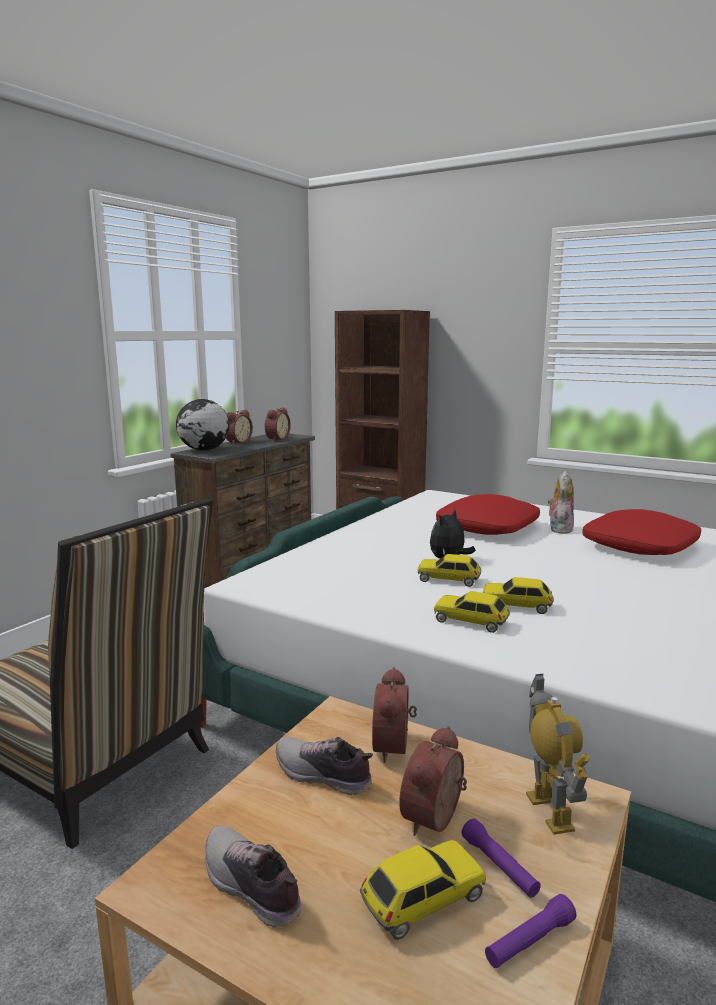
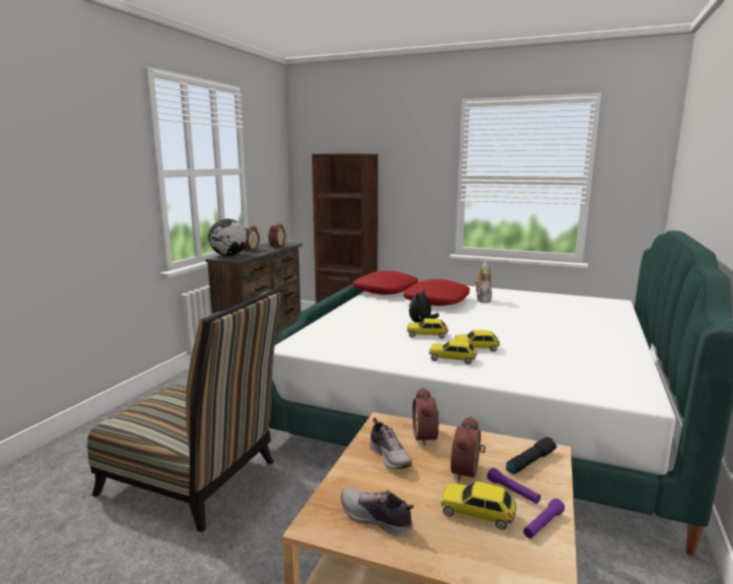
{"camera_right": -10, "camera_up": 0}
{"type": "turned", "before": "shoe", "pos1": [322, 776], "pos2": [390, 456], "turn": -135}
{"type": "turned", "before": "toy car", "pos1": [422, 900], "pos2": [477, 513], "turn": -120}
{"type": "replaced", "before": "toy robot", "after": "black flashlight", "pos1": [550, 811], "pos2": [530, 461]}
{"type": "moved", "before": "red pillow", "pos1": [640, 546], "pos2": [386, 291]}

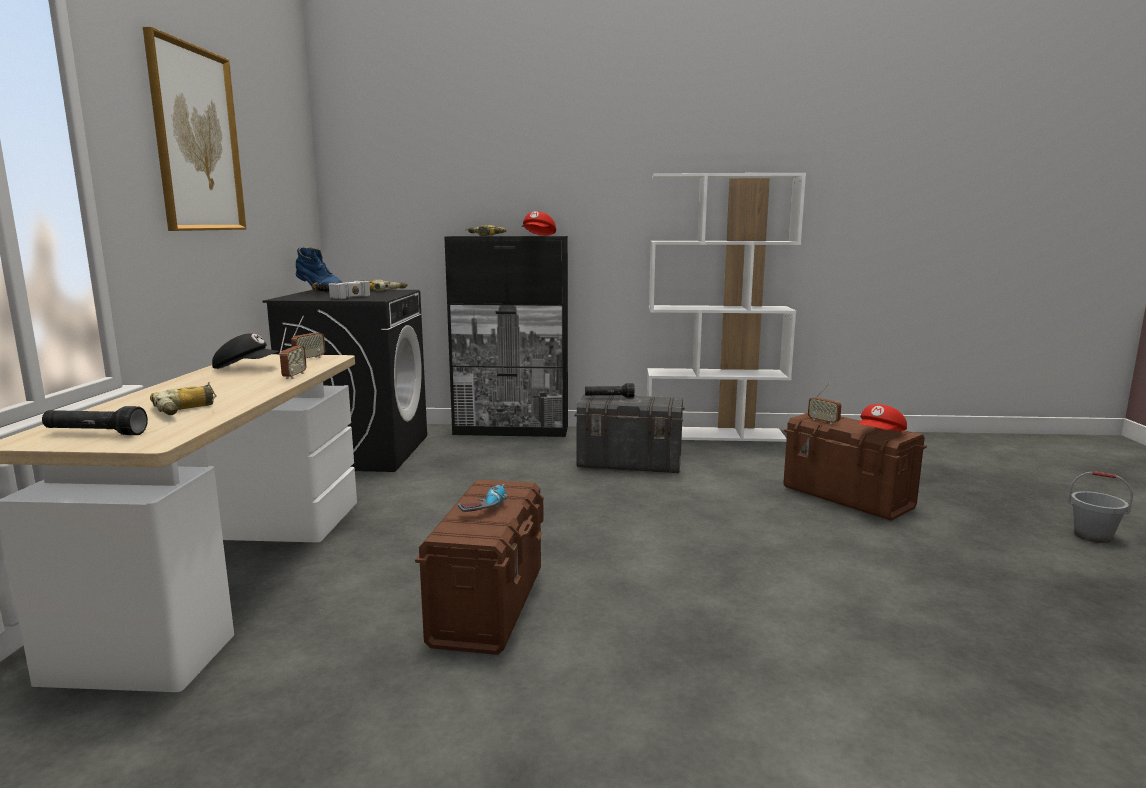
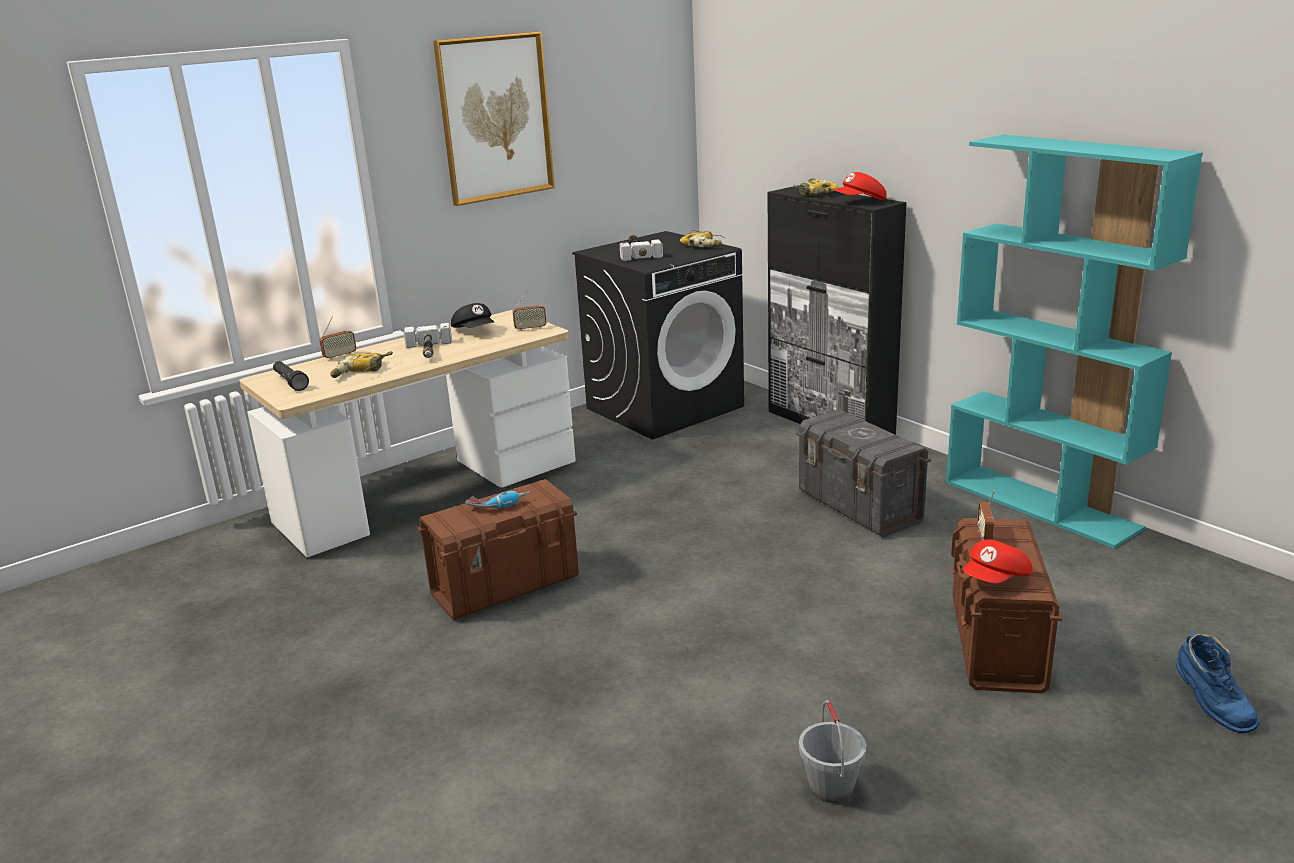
{"camera_right": 50, "camera_up": 10}
{"type": "moved", "before": "radio", "pos1": [294, 376], "pos2": [340, 356]}
{"type": "moved", "before": "blue boot", "pos1": [319, 291], "pos2": [1209, 708]}
{"type": "removed", "before": "black flashlight", "pos1": [609, 397]}
{"type": "recoloured", "before": "white bookcase", "after": "turquoise bookcase", "pos1": [714, 434], "pos2": [1041, 505]}
{"type": "turned", "before": "red cap", "pos1": [881, 434], "pos2": [996, 579], "turn": -45}
{"type": "moved", "before": "grey bucket", "pos1": [1093, 536], "pos2": [831, 787]}
{"type": "added", "after": "hammer", "pos2": [429, 351]}

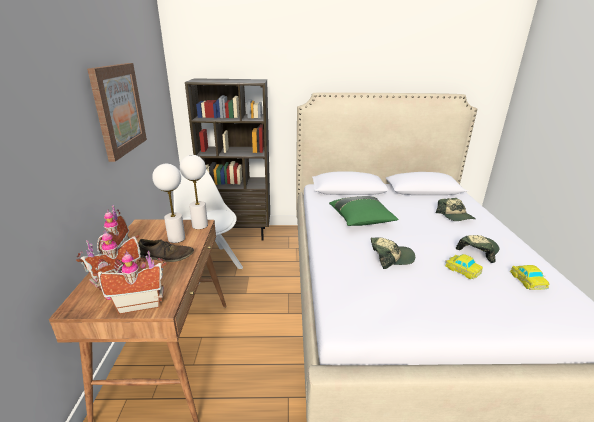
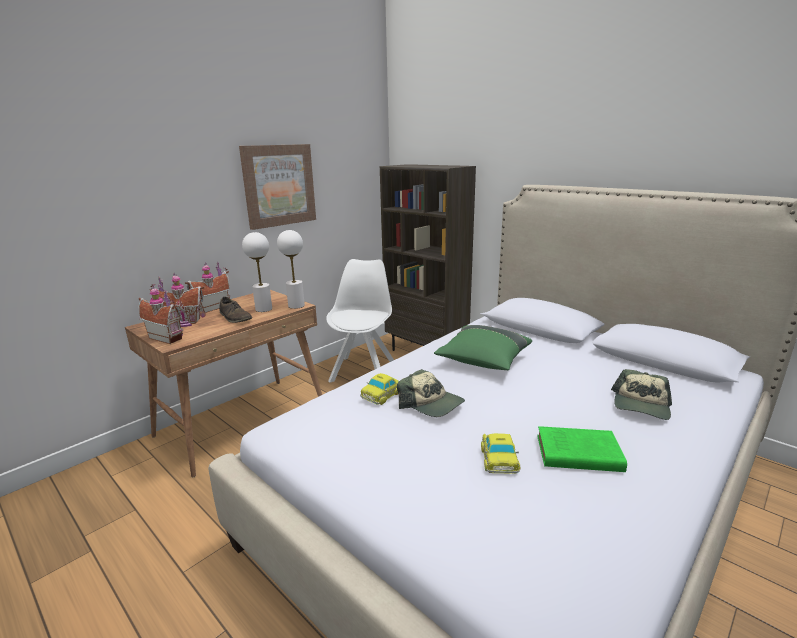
{"camera_right": 45, "camera_up": -5}
{"type": "replaced", "before": "cap", "after": "green book", "pos1": [477, 251], "pos2": [576, 453]}
{"type": "moved", "before": "toy car", "pos1": [527, 280], "pos2": [382, 394]}

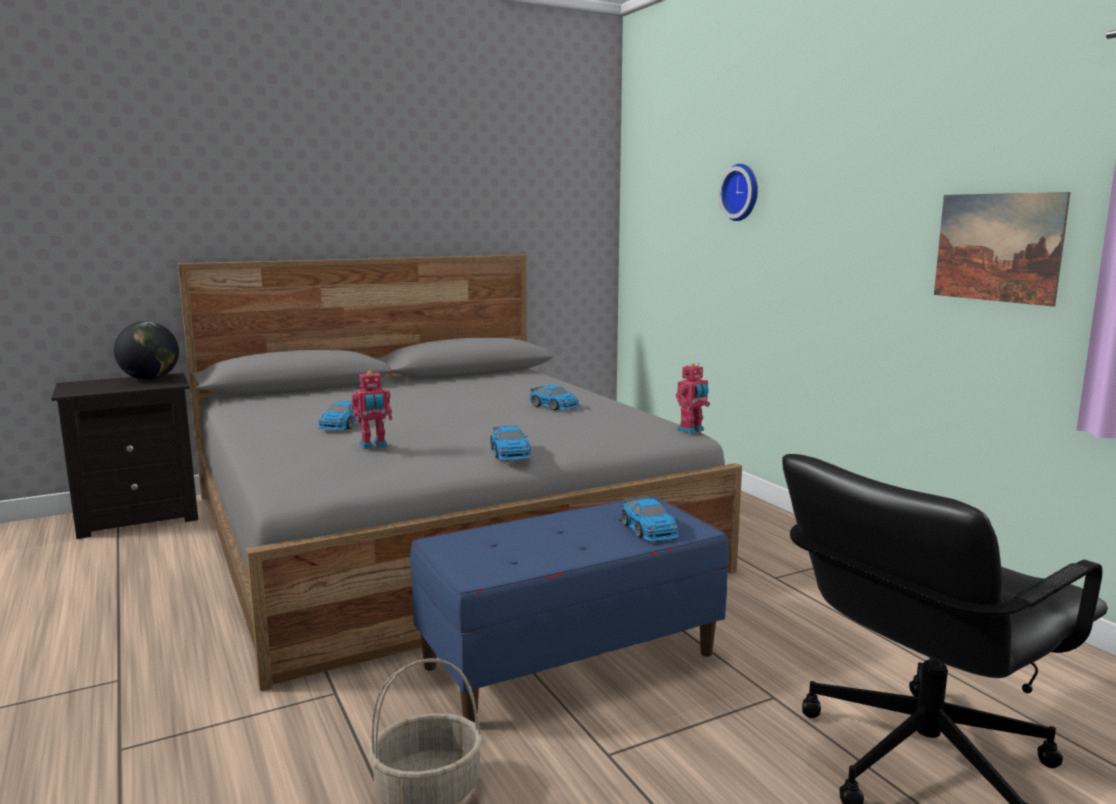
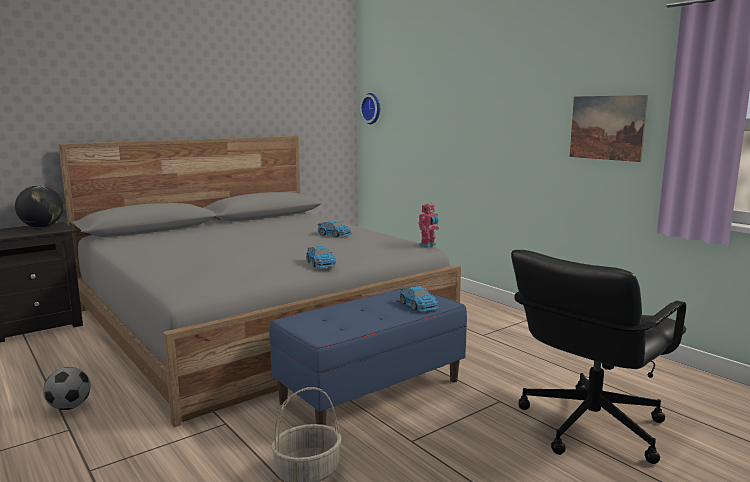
{"camera_right": -10, "camera_up": 0}
{"type": "removed", "before": "toy car", "pos1": [343, 425]}
{"type": "removed", "before": "toy robot", "pos1": [374, 445]}
{"type": "moved", "before": "wall clock", "pos1": [742, 192], "pos2": [372, 108]}
{"type": "added", "after": "football", "pos2": [69, 407]}

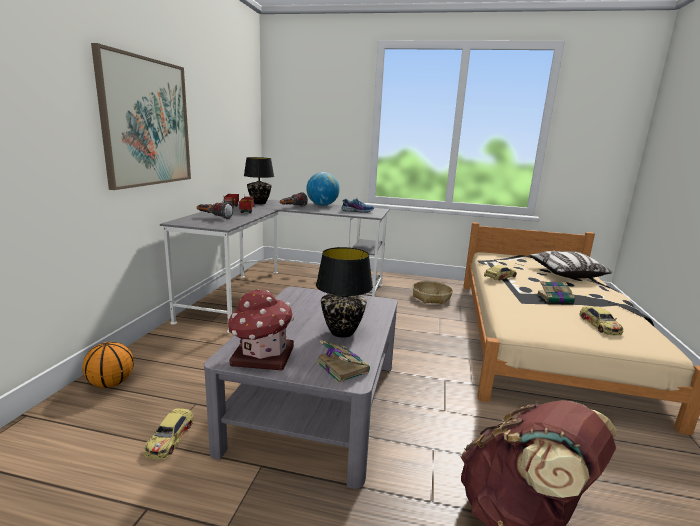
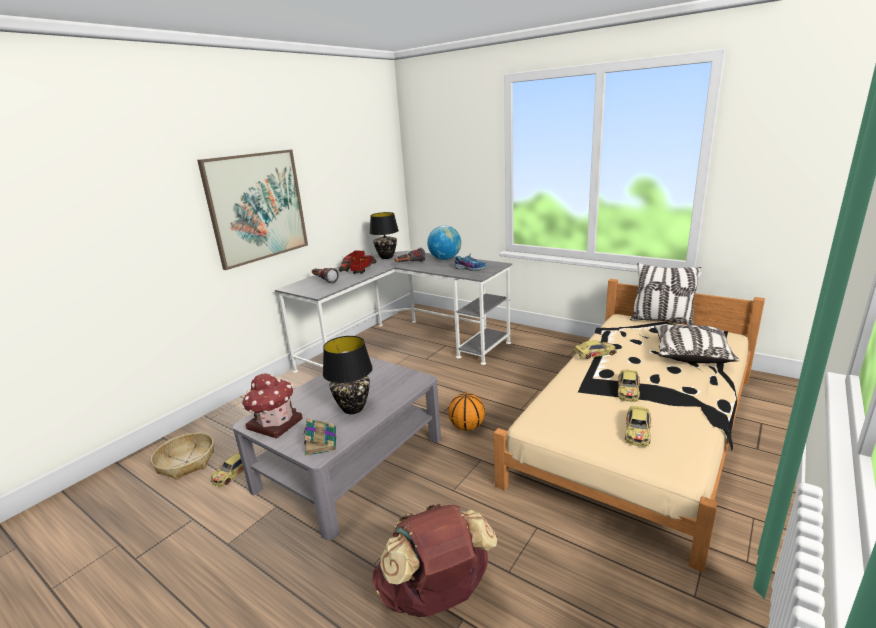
{"camera_right": 25, "camera_up": 5}
{"type": "moved", "before": "basketball", "pos1": [111, 383], "pos2": [467, 426]}
{"type": "moved", "before": "basket", "pos1": [431, 298], "pos2": [186, 462]}
{"type": "replaced", "before": "book", "after": "toy car", "pos1": [555, 298], "pos2": [628, 389]}
{"type": "added", "after": "pillow", "pos2": [661, 320]}

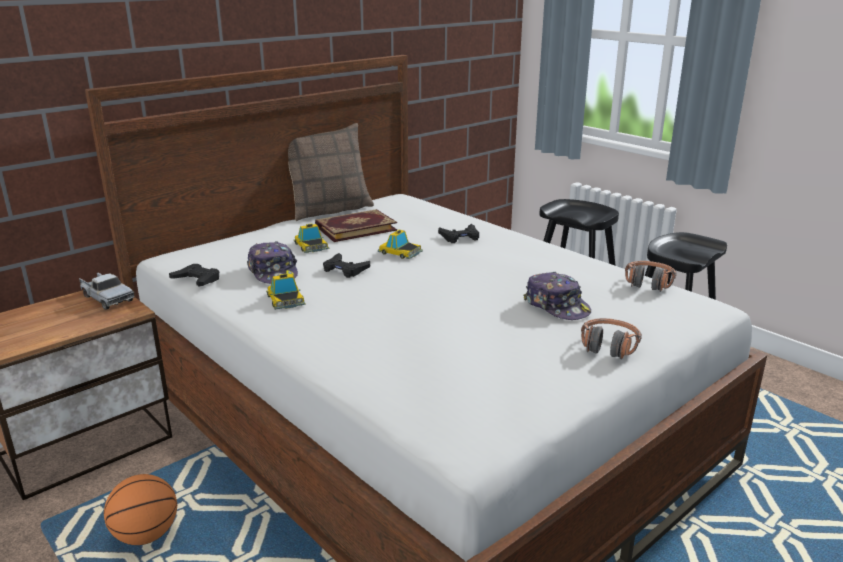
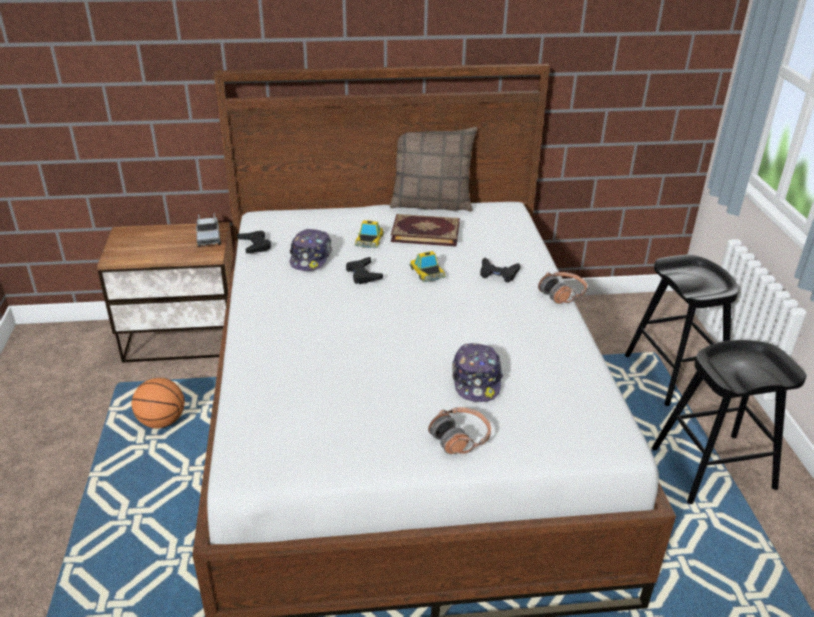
{"camera_right": 35, "camera_up": 10}
{"type": "removed", "before": "toy car", "pos1": [285, 299]}
{"type": "moved", "before": "headphones", "pos1": [648, 283], "pos2": [562, 294]}

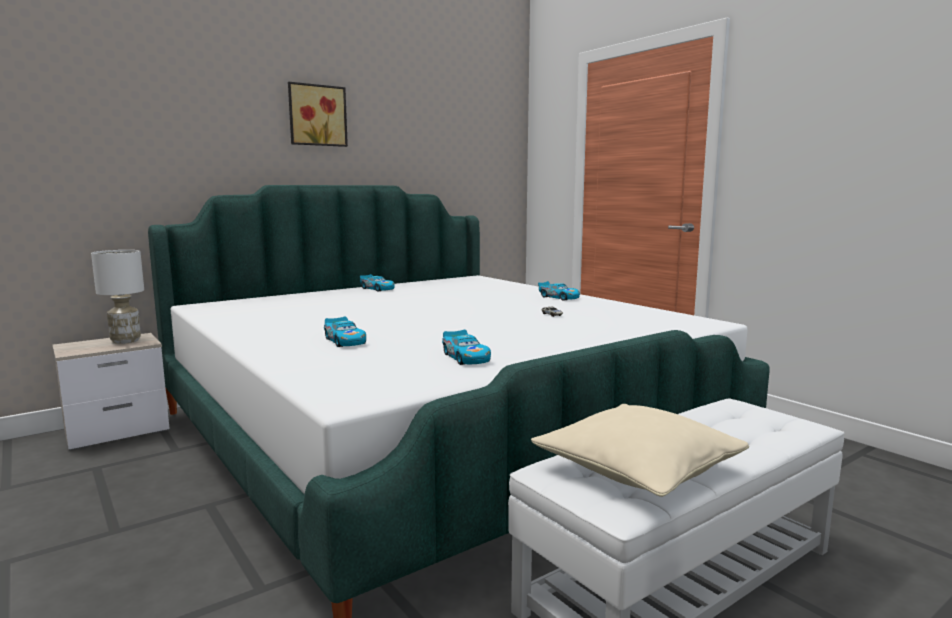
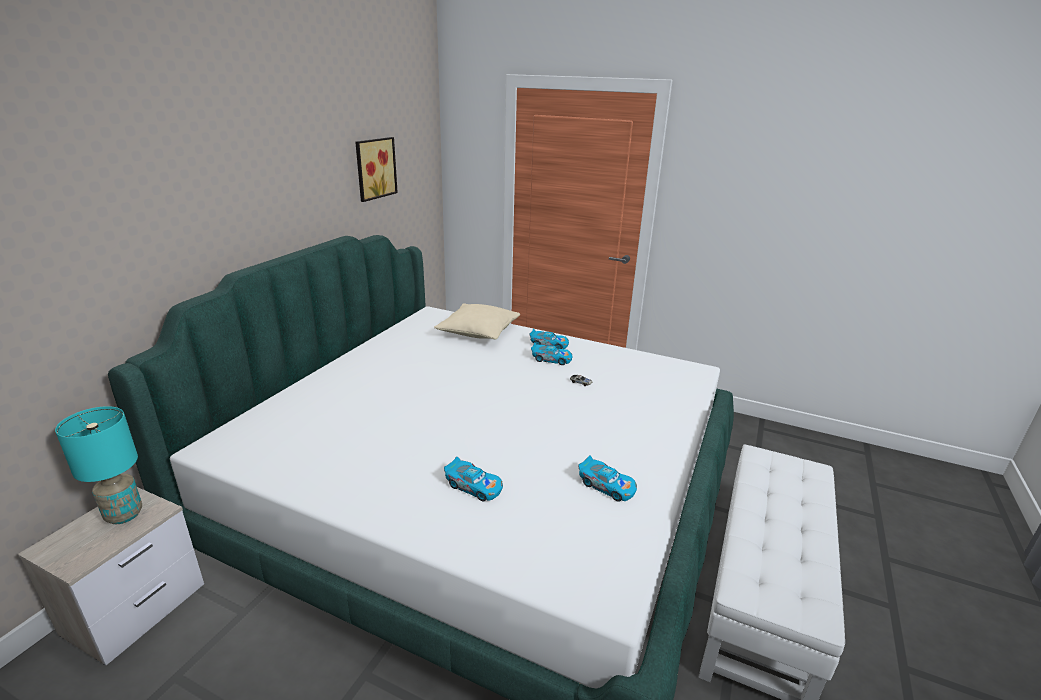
{"camera_right": -30, "camera_up": 15}
{"type": "recoloured", "before": "white table lamp", "after": "turquoise table lamp", "pos1": [126, 341], "pos2": [124, 514]}
{"type": "moved", "before": "picture", "pos1": [317, 115], "pos2": [374, 168]}
{"type": "moved", "before": "toy car", "pos1": [377, 289], "pos2": [551, 359]}
{"type": "moved", "before": "beige pillow", "pos1": [638, 469], "pos2": [478, 331]}

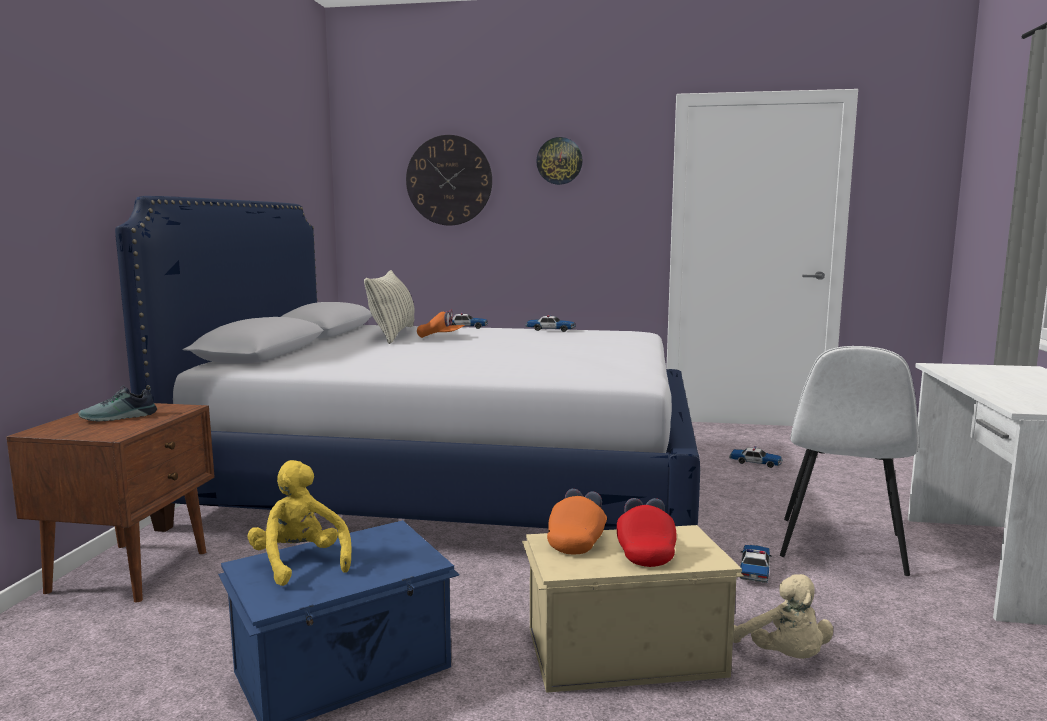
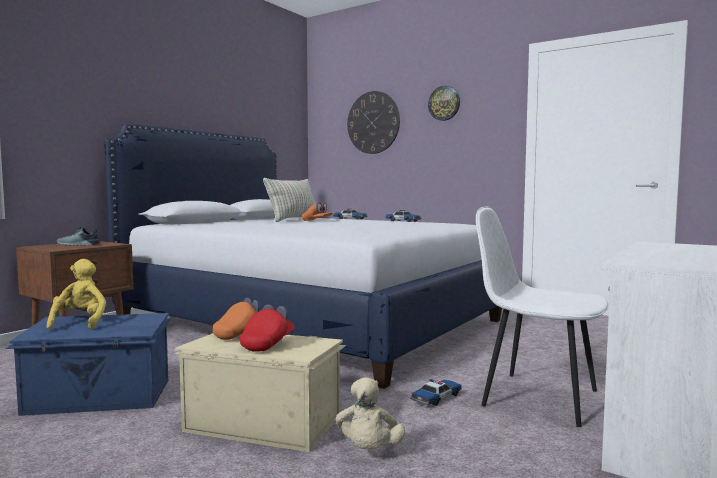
{"camera_right": 25, "camera_up": -5}
{"type": "removed", "before": "toy car", "pos1": [755, 462]}
{"type": "turned", "before": "white chair", "pos1": [841, 547], "pos2": [537, 397], "turn": 75}

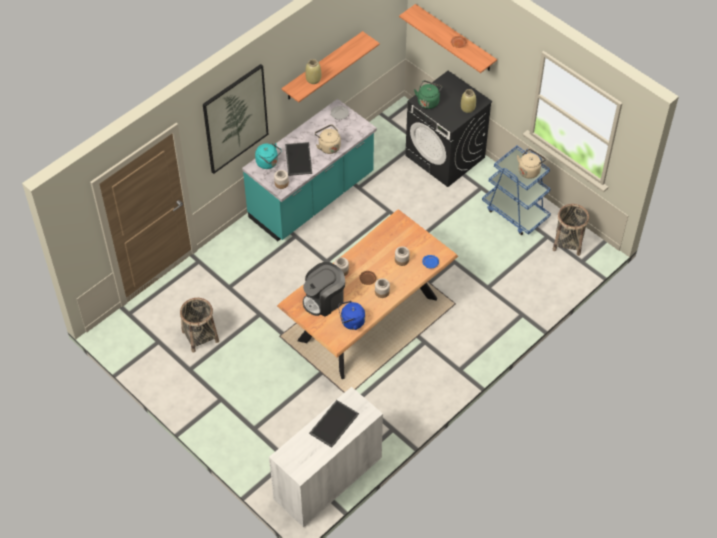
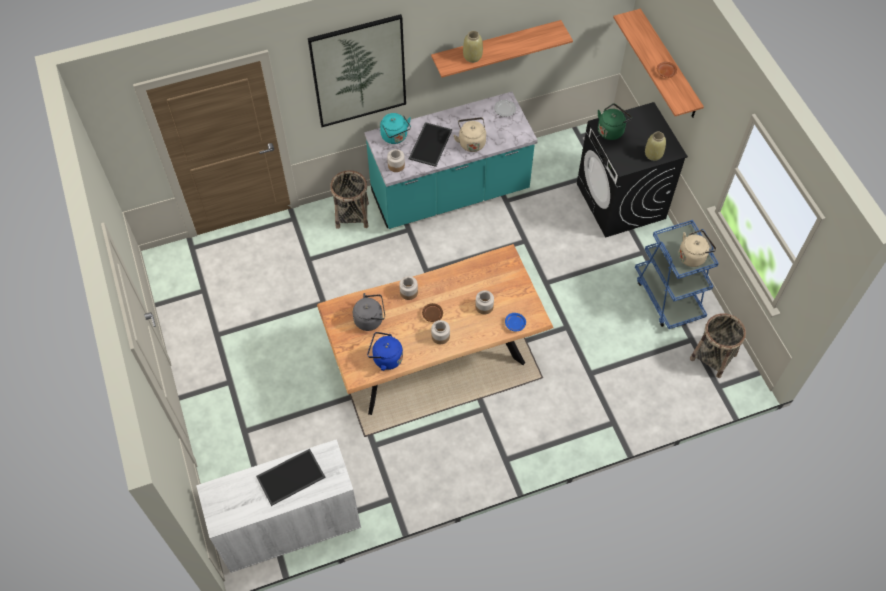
{"camera_right": 25, "camera_up": 5}
{"type": "moved", "before": "basket", "pos1": [200, 336], "pos2": [352, 215]}
{"type": "replaced", "before": "coffee machine", "after": "grey kettle", "pos1": [324, 300], "pos2": [370, 319]}

